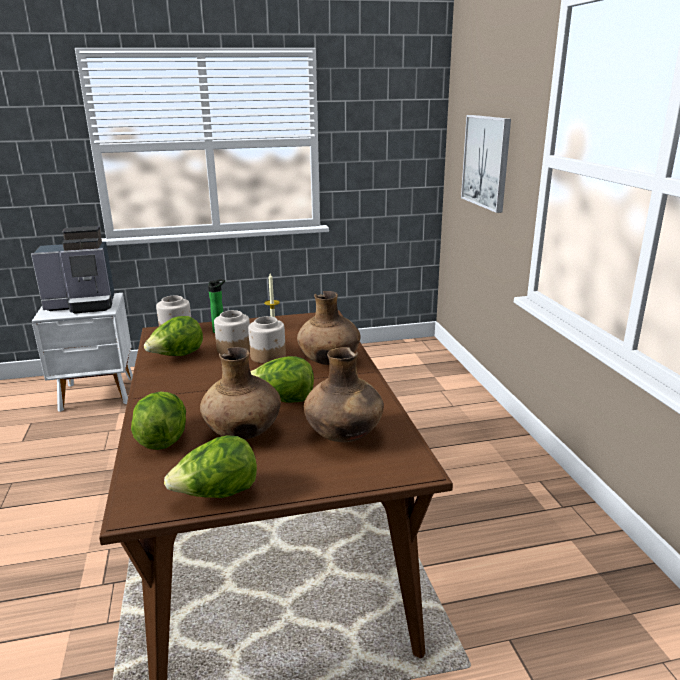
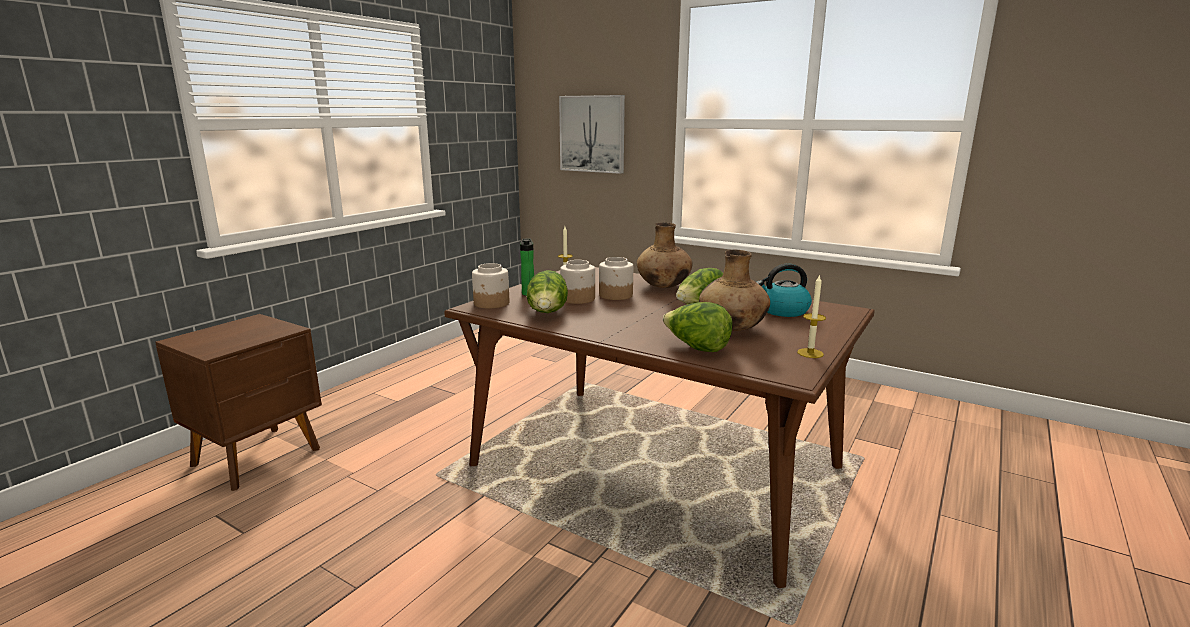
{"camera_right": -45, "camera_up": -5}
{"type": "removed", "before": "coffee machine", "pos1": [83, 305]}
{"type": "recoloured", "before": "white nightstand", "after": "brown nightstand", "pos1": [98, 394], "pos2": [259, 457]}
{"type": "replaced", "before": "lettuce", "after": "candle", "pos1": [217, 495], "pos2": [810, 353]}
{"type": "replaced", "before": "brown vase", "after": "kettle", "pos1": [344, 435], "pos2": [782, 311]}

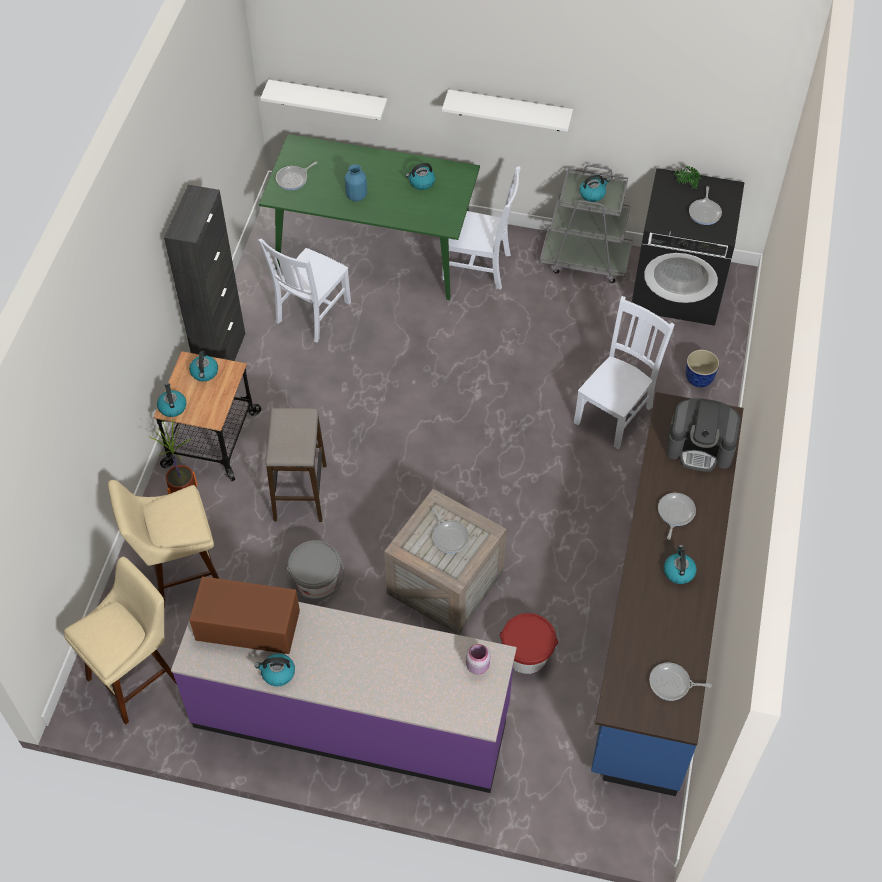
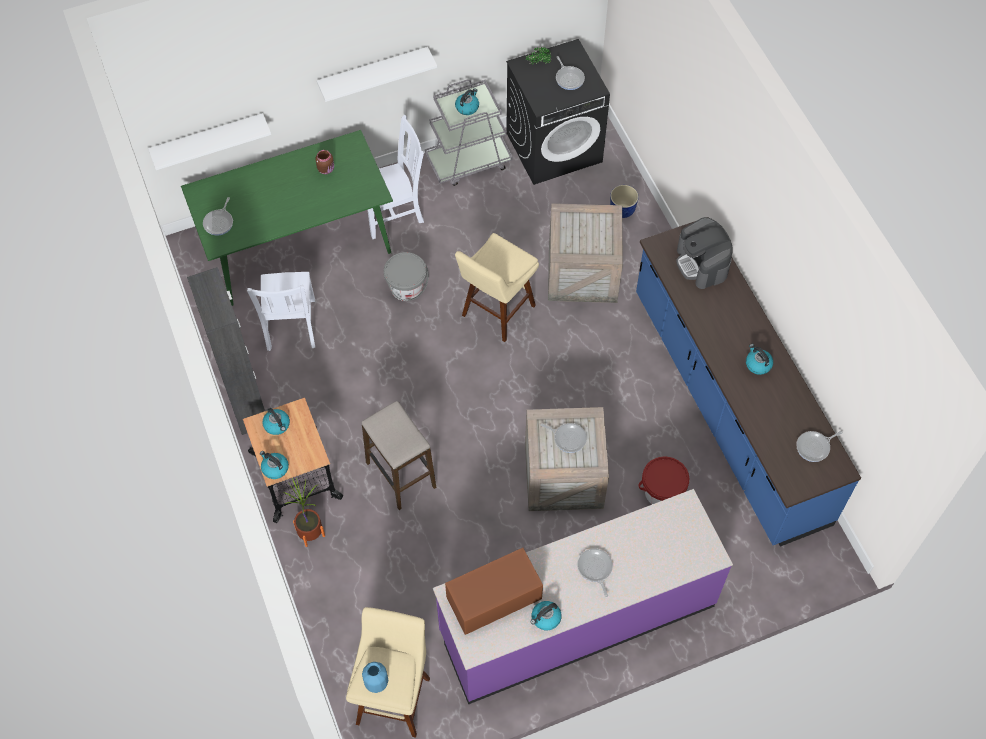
{"camera_right": -35, "camera_up": 5}
{"type": "moved", "before": "beige stool", "pos1": [179, 574], "pos2": [495, 314]}
{"type": "moved", "before": "grey bucket", "pos1": [317, 582], "pos2": [406, 287]}
{"type": "moved", "before": "blue vase", "pos1": [356, 196], "pos2": [376, 683]}
{"type": "replaced", "before": "kettle", "after": "brown jar", "pos1": [421, 182], "pos2": [326, 169]}
{"type": "removed", "before": "pink jar", "pos1": [478, 665]}
{"type": "replaced", "before": "white chair", "after": "crate", "pos1": [615, 413], "pos2": [583, 271]}
{"type": "moved", "before": "frying pan", "pos1": [675, 513], "pos2": [595, 569]}
{"type": "turned", "before": "coffee machine", "pos1": [700, 447], "pos2": [702, 263], "turn": 90}

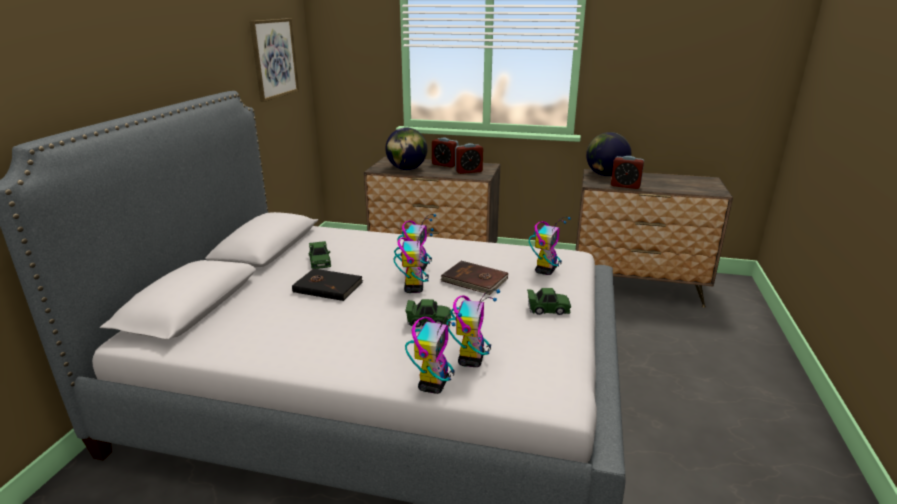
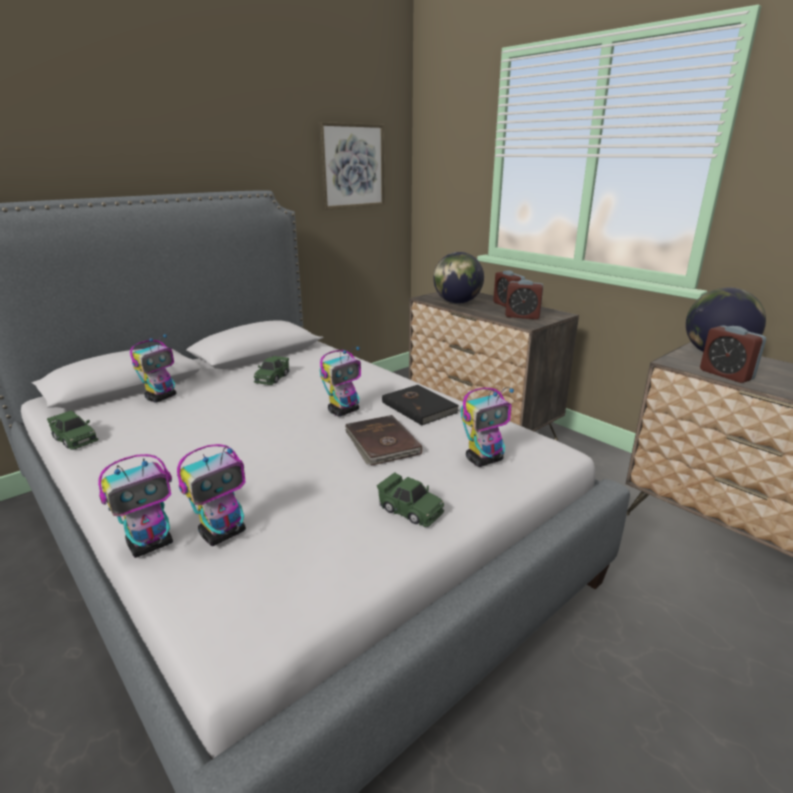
{"camera_right": 35, "camera_up": 0}
{"type": "moved", "before": "black book", "pos1": [328, 286], "pos2": [420, 407]}
{"type": "moved", "before": "toy robot", "pos1": [413, 288], "pos2": [161, 397]}
{"type": "moved", "before": "green toy car", "pos1": [428, 321], "pos2": [75, 439]}

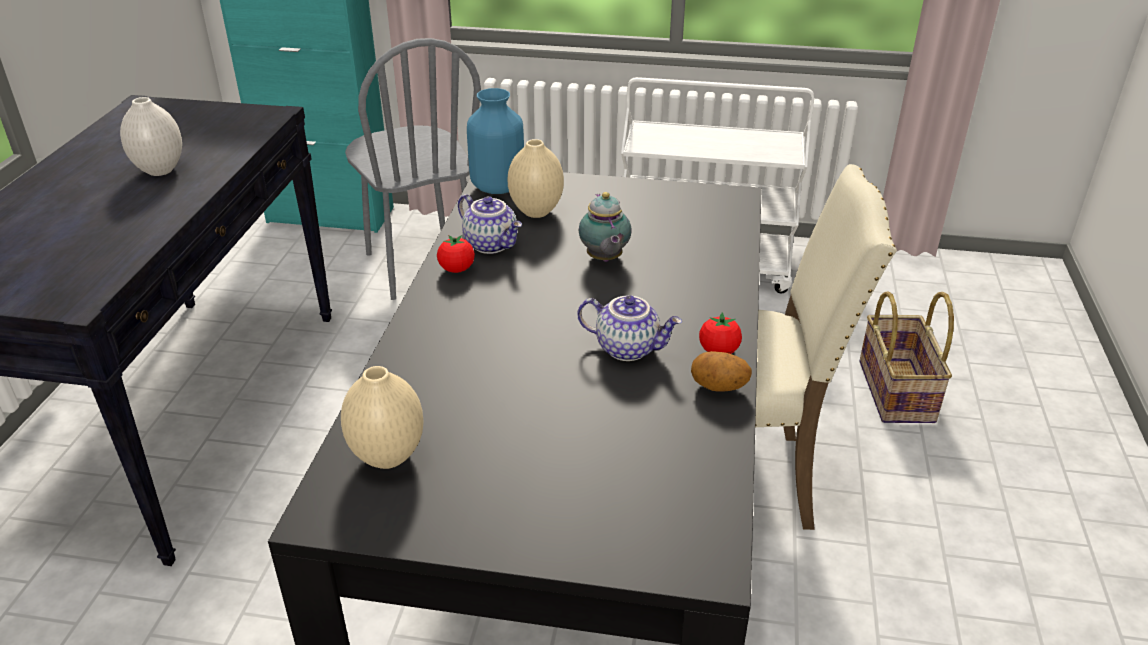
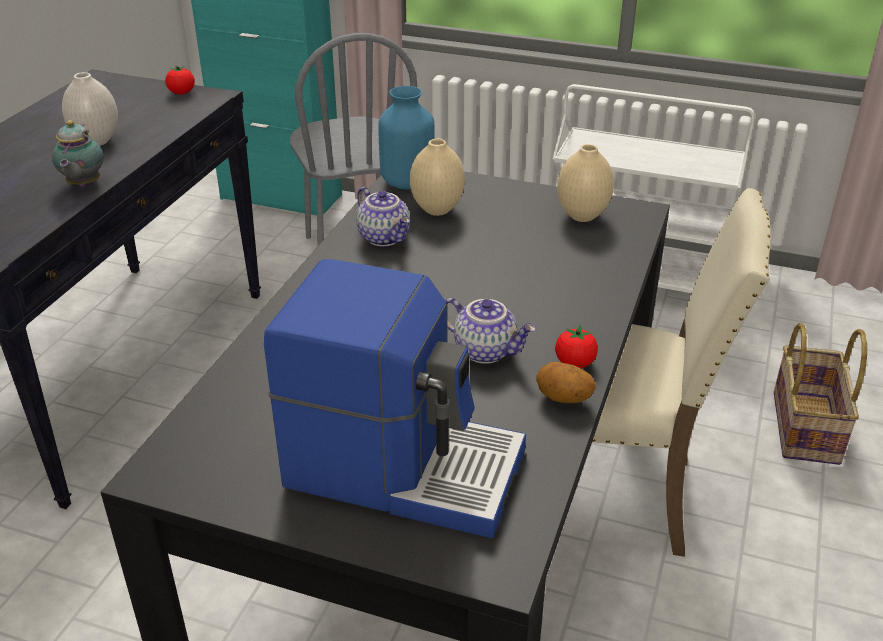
{"camera_right": 10, "camera_up": 0}
{"type": "moved", "before": "beige vase", "pos1": [387, 456], "pos2": [581, 216]}
{"type": "moved", "before": "tomato", "pos1": [456, 269], "pos2": [182, 93]}
{"type": "moved", "before": "teapot", "pos1": [604, 259], "pos2": [83, 185]}
{"type": "added", "after": "coffee machine", "pos2": [403, 466]}

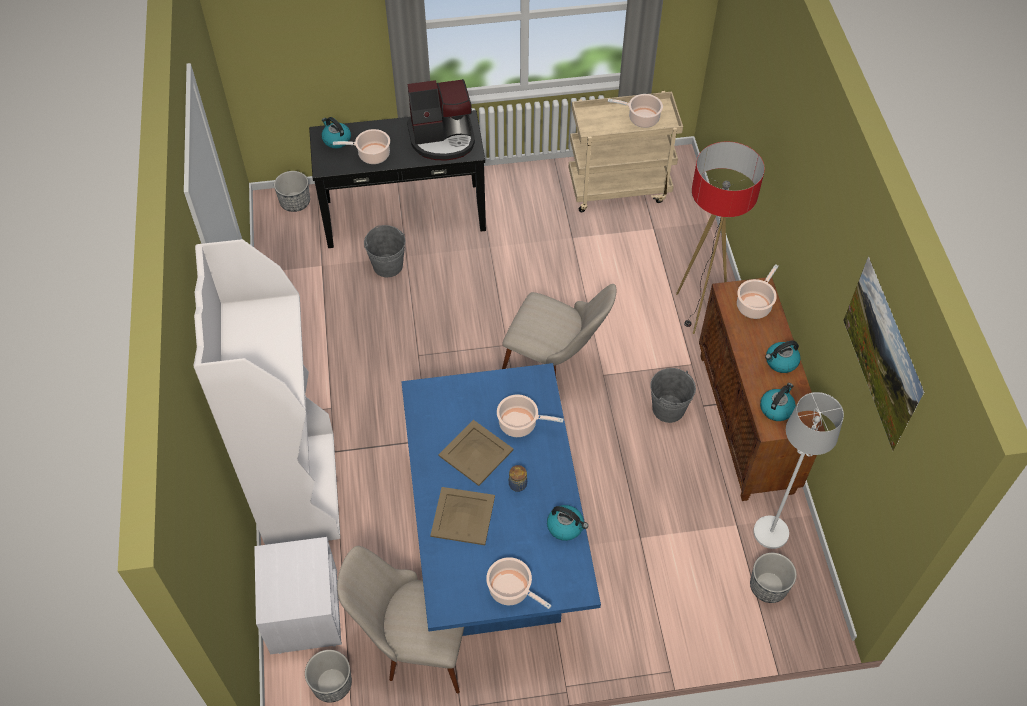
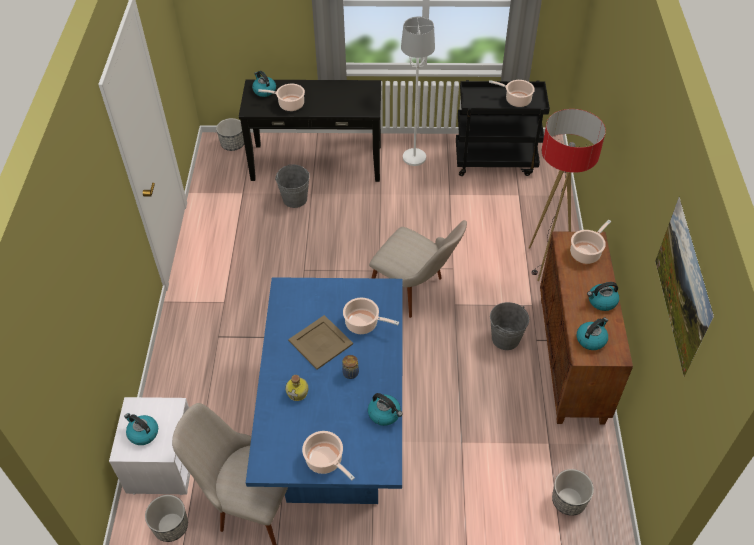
{"camera_right": 10, "camera_up": -5}
{"type": "removed", "before": "white bookcase", "pos1": [300, 489]}
{"type": "removed", "before": "coffee machine", "pos1": [442, 138]}
{"type": "replaced", "before": "beige tray", "after": "bottle", "pos1": [463, 515], "pos2": [298, 392]}
{"type": "recoloured", "before": "beige cart", "after": "black cart", "pos1": [619, 188], "pos2": [495, 161]}
{"type": "moved", "before": "white floor lamp", "pos1": [770, 532], "pos2": [414, 157]}
{"type": "added", "after": "kettle", "pos2": [143, 433]}

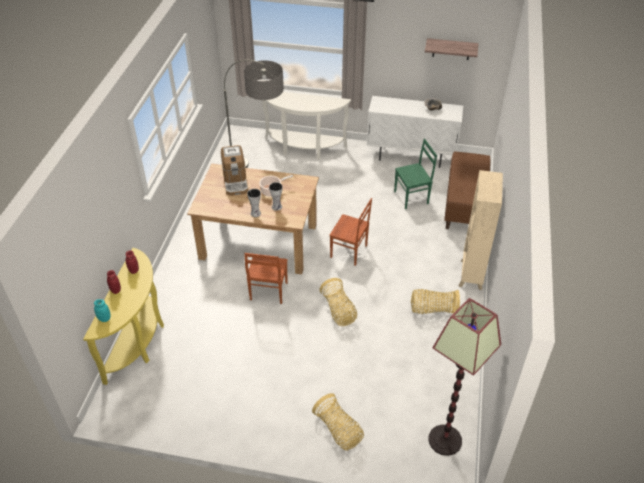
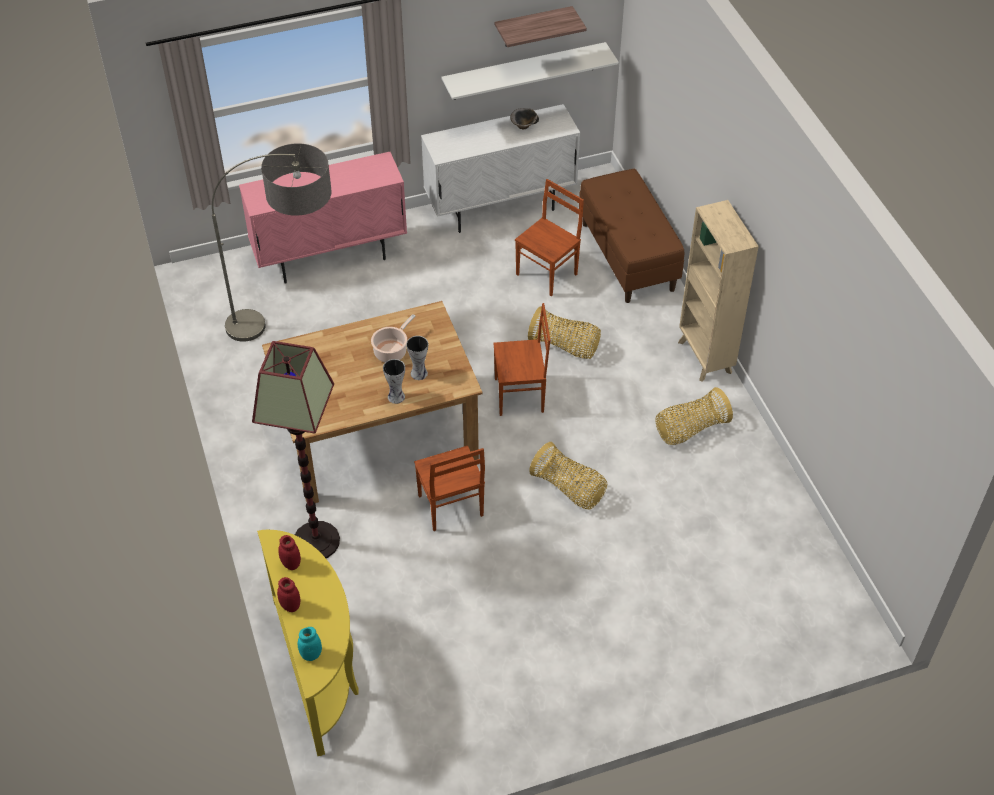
{"camera_right": -30, "camera_up": 5}
{"type": "removed", "before": "coffee machine", "pos1": [235, 182]}
{"type": "replaced", "before": "white console table", "after": "pink cabinet", "pos1": [303, 148], "pos2": [330, 257]}
{"type": "moved", "before": "basket", "pos1": [338, 430], "pos2": [565, 346]}
{"type": "recoloured", "before": "green chair", "after": "brown chair", "pos1": [412, 198], "pos2": [548, 274]}
{"type": "moved", "before": "floor lamp", "pos1": [445, 439], "pos2": [316, 540]}
{"type": "added", "after": "white shelf", "pos2": [524, 71]}

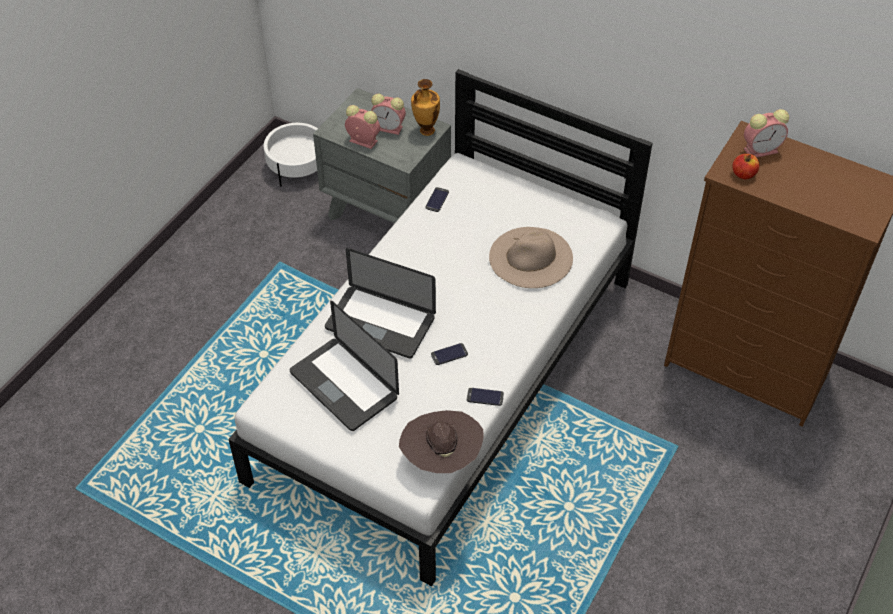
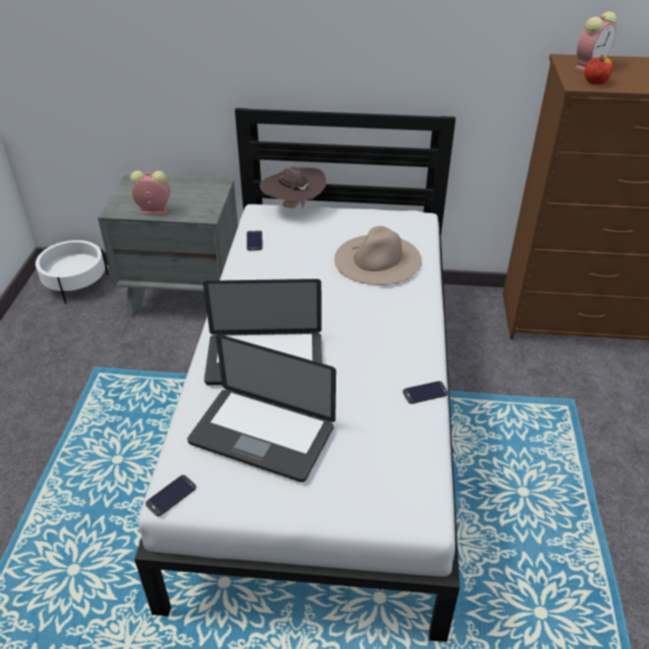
{"camera_right": -25, "camera_up": -10}
{"type": "removed", "before": "alarm clock", "pos1": [390, 128]}
{"type": "moved", "before": "brown hat", "pos1": [441, 457], "pos2": [293, 207]}
{"type": "removed", "before": "vase", "pos1": [426, 130]}
{"type": "moved", "before": "phone", "pos1": [449, 354], "pos2": [171, 495]}

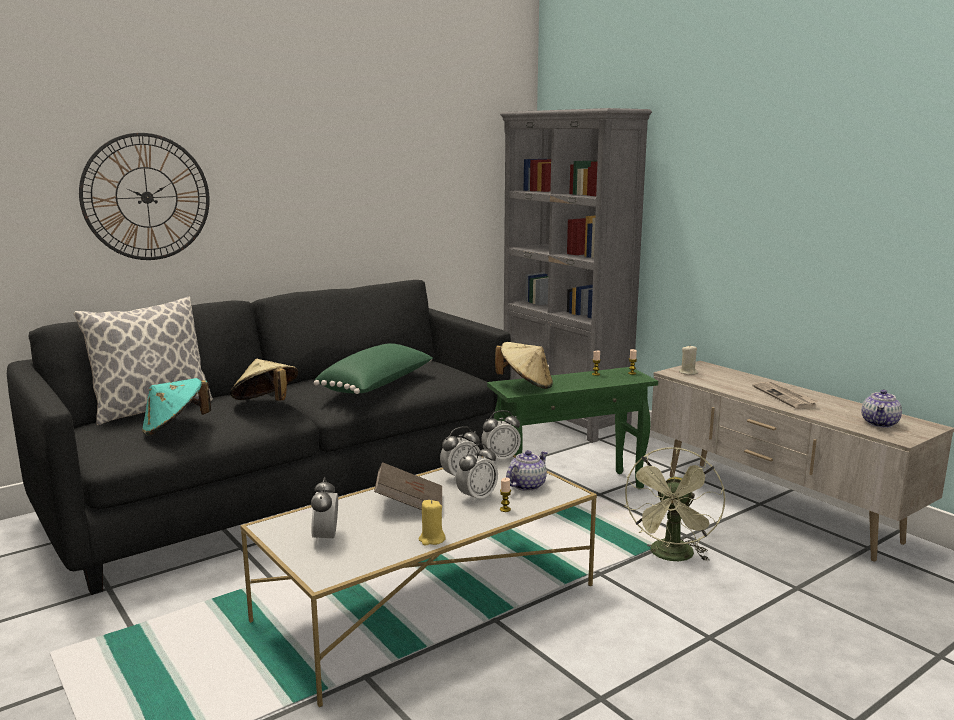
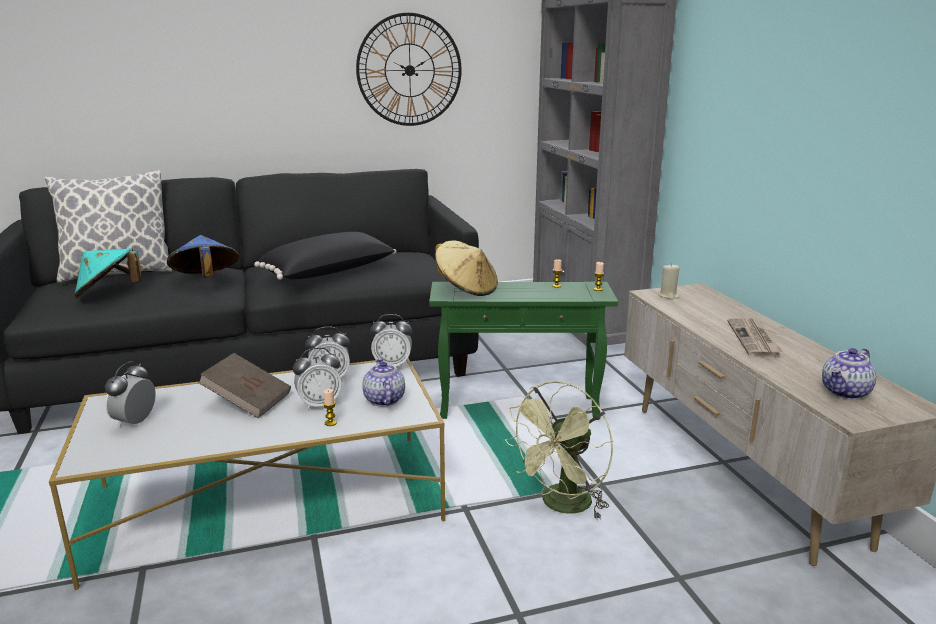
{"camera_right": 20, "camera_up": 5}
{"type": "moved", "before": "wall clock", "pos1": [146, 197], "pos2": [409, 70]}
{"type": "recoloured", "before": "beige hat", "after": "blue hat", "pos1": [266, 404], "pos2": [205, 280]}
{"type": "recoloured", "before": "green pillow", "after": "black pillow", "pos1": [378, 386], "pos2": [329, 274]}
{"type": "removed", "before": "yellow candle", "pos1": [431, 539]}
{"type": "turned", "before": "teapot", "pos1": [526, 485], "pos2": [383, 399], "turn": -75}

